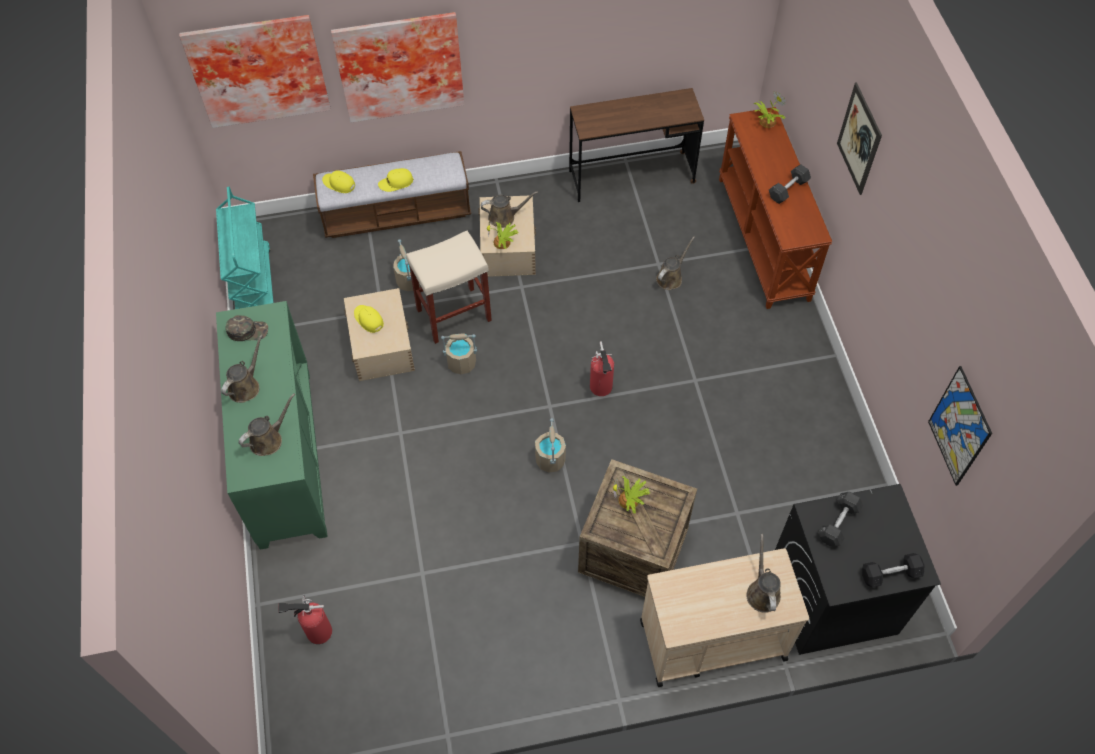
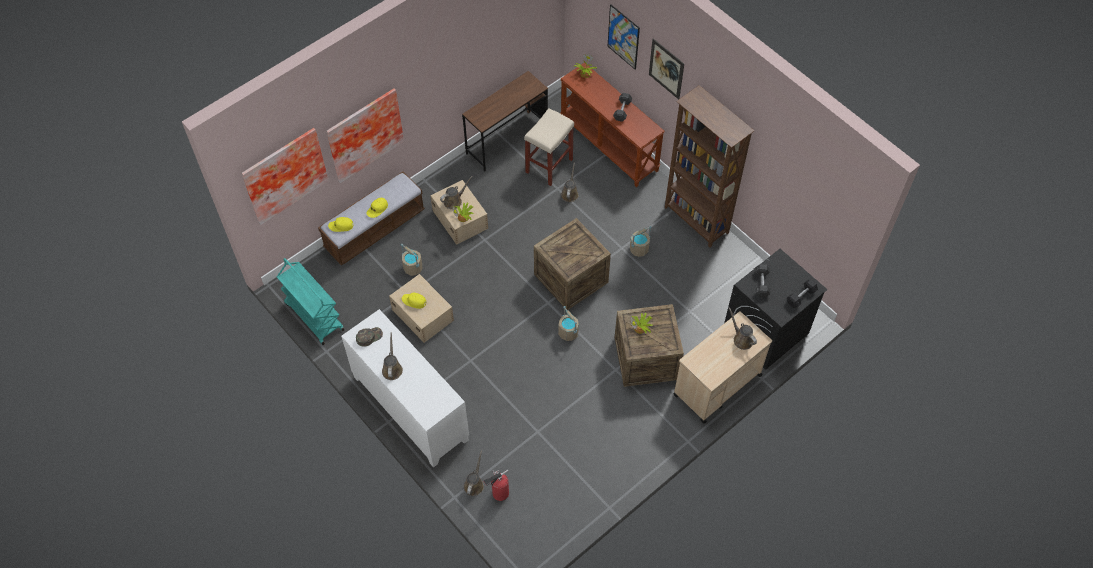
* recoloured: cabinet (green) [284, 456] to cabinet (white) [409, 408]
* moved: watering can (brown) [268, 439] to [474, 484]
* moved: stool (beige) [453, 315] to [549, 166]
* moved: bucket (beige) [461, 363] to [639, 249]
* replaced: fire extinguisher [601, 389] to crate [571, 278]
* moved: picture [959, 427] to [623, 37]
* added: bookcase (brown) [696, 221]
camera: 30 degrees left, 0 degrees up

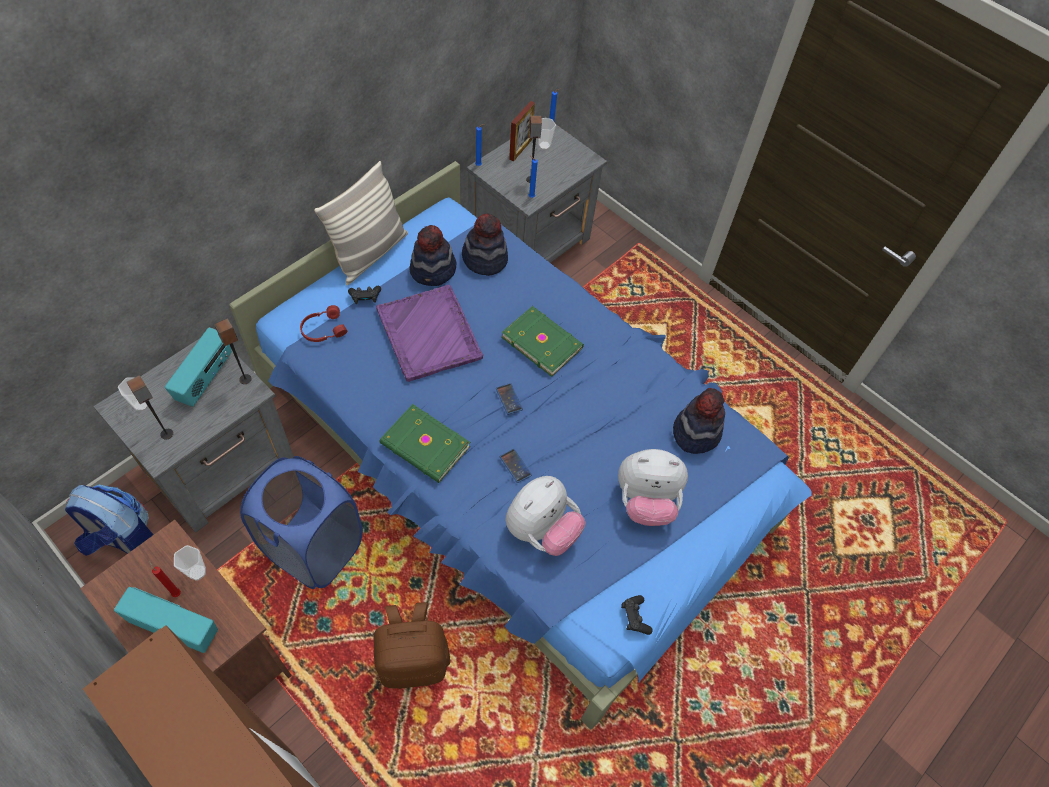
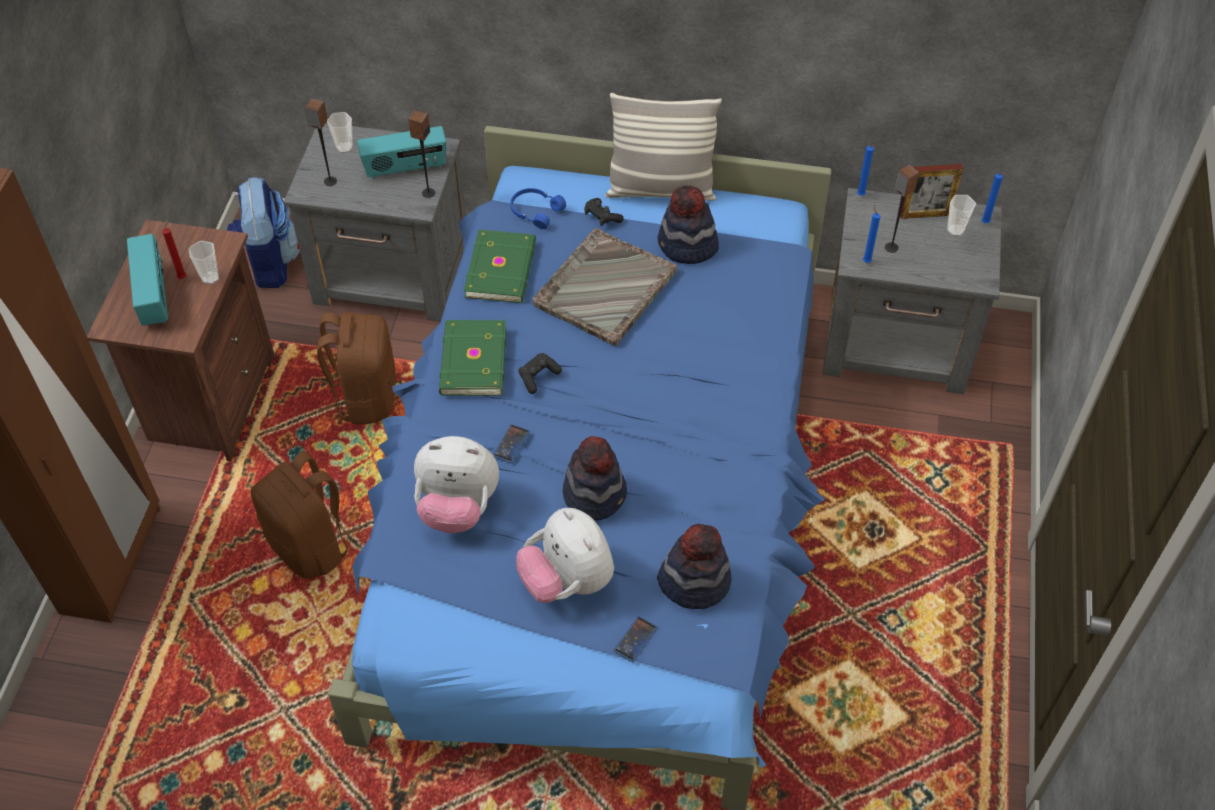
* replaced: laundry basket (blue) [313, 548] to backpack (brown) [364, 396]
* recoloured: headphones (red) [323, 329] to headphones (blue) [535, 211]
* recoloured: tray (purple) [429, 335] to tray (grey) [604, 289]
* moved: hat [485, 259] to [595, 493]
* moved: phone [509, 399] to [635, 639]
* moved: book (green) [542, 341] to [502, 269]
* moved: game controller (black) [635, 617] to [538, 377]
camera: 60 degrees right, 5 degrees down

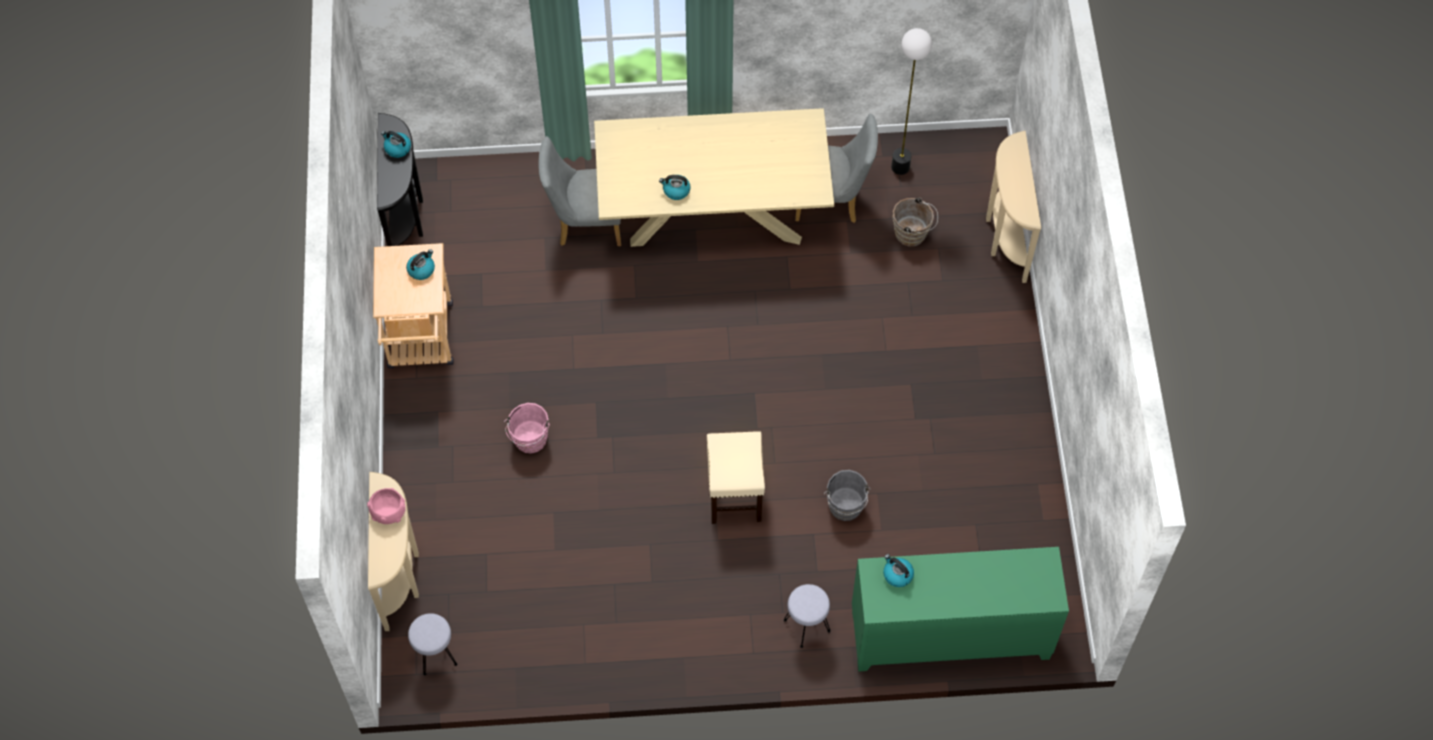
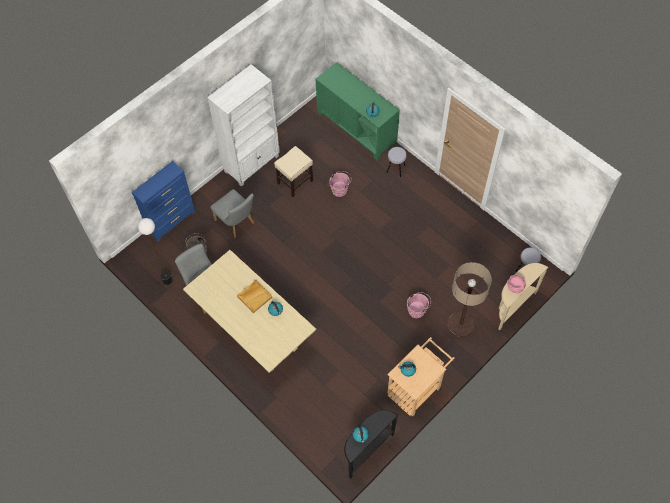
* moved: chair (grey) [584, 223] to [237, 223]
* moved: stool (beige) [735, 496] to [295, 182]
* recoloured: bucket (grey) [845, 508] to bucket (pink) [340, 189]
* replaced: console table (beige) [1004, 237] to dresser (blue) [172, 221]
* added: bookcase (white) [252, 164]
* added: tray (beige) [254, 296]
* added: floor lamp [460, 324]
camera: 130 degrees left, 0 degrees up

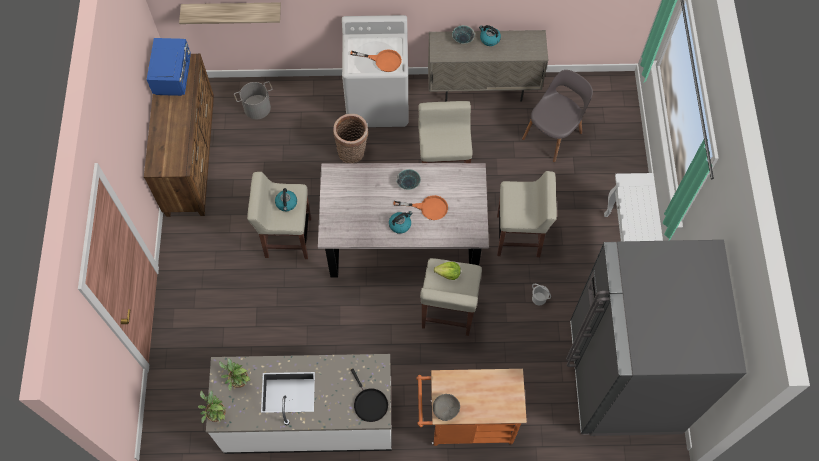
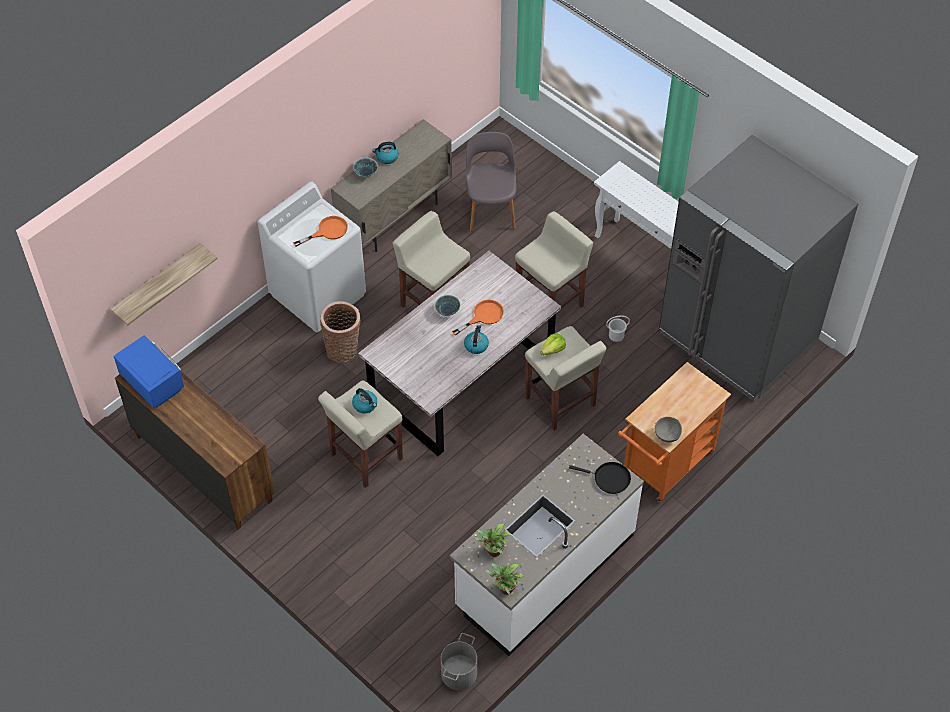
* moved: bucket (grey) [257, 108] to [459, 673]
camera: 45 degrees left, 10 degrees down

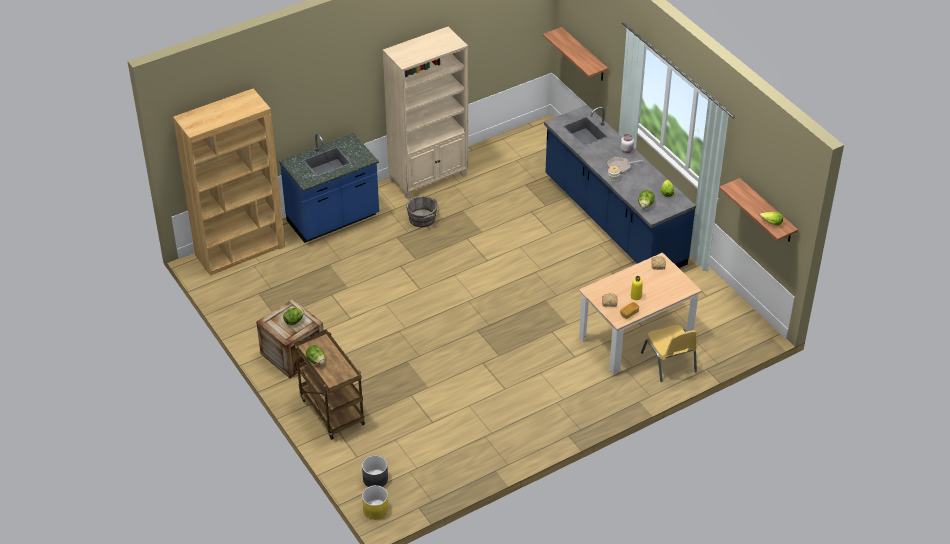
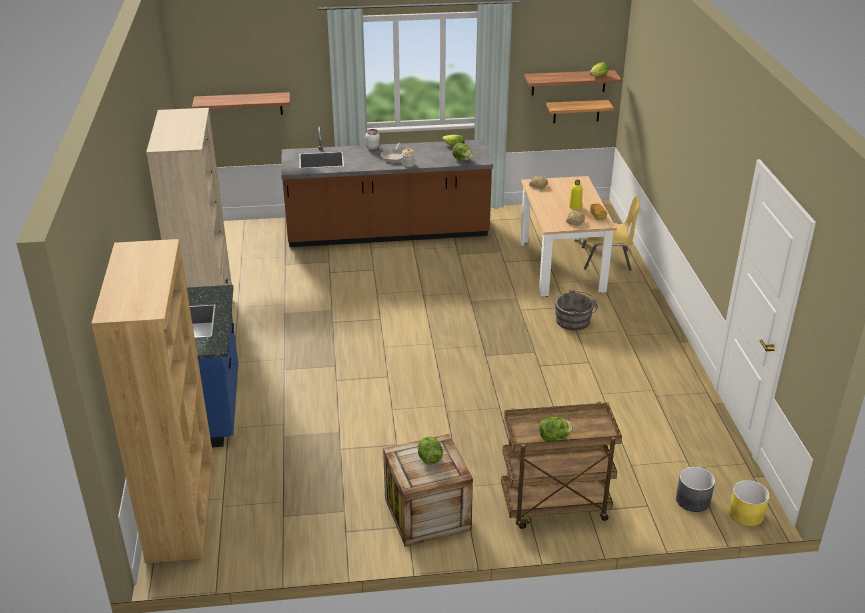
* moved: bucket (grey) [423, 219] to [575, 321]
* recoloured: counter (blue) [613, 221] to counter (brown) [388, 233]
* added: shelf [576, 111]
camera: 65 degrees left, 10 degrees down

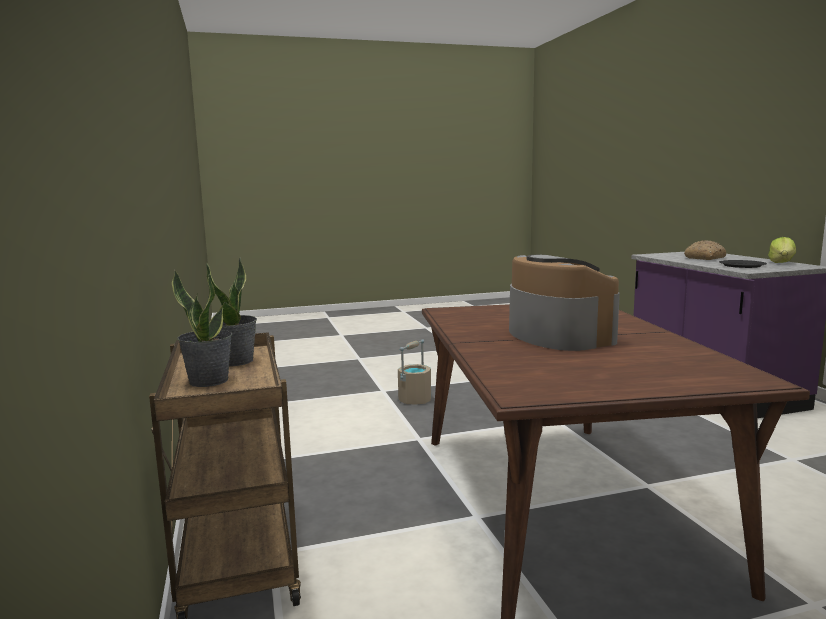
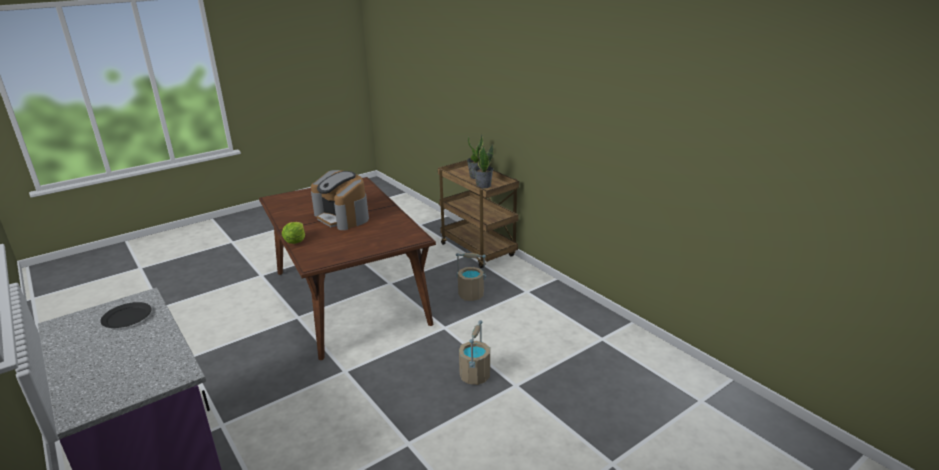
* removed: bread [704, 258]
* moved: lettuce [781, 262] to [295, 241]
* added: bucket (beige) [471, 295]
camera: 160 degrees right, 15 degrees up

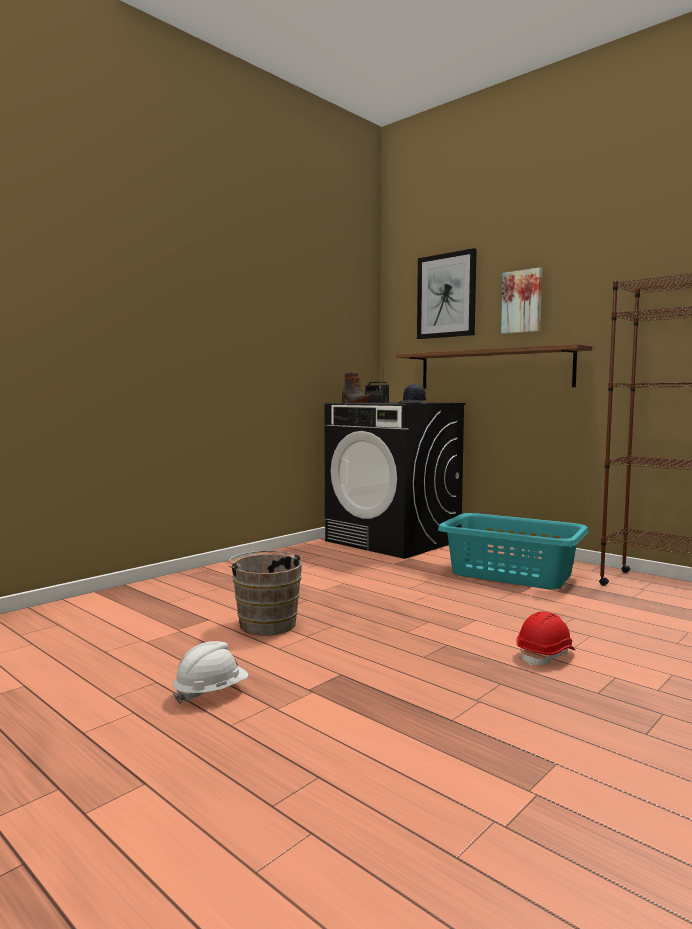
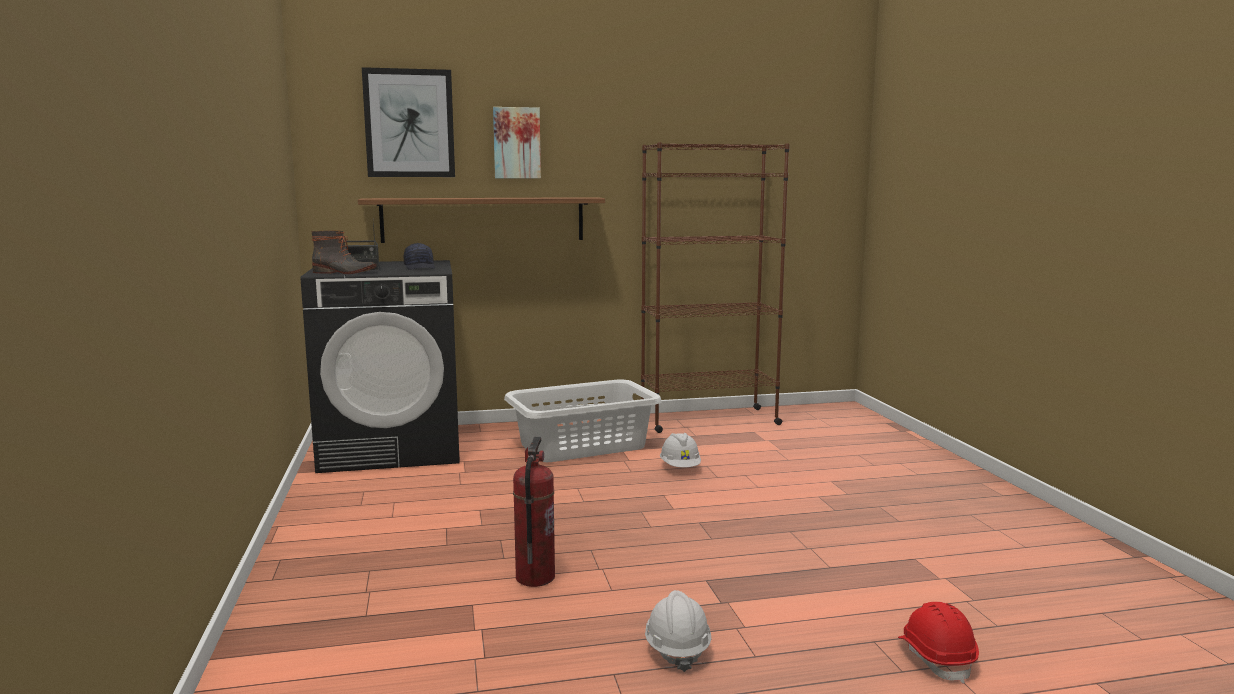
* replaced: bucket (brown) [266, 623] to fire extinguisher [534, 577]
* recoloured: laundry basket (turquoise) [511, 574] to laundry basket (white) [583, 446]
* moved: hard hat (red) [546, 655] to [936, 658]
* added: hard hat (white) [680, 467]
camera: 55 degrees left, 5 degrees up

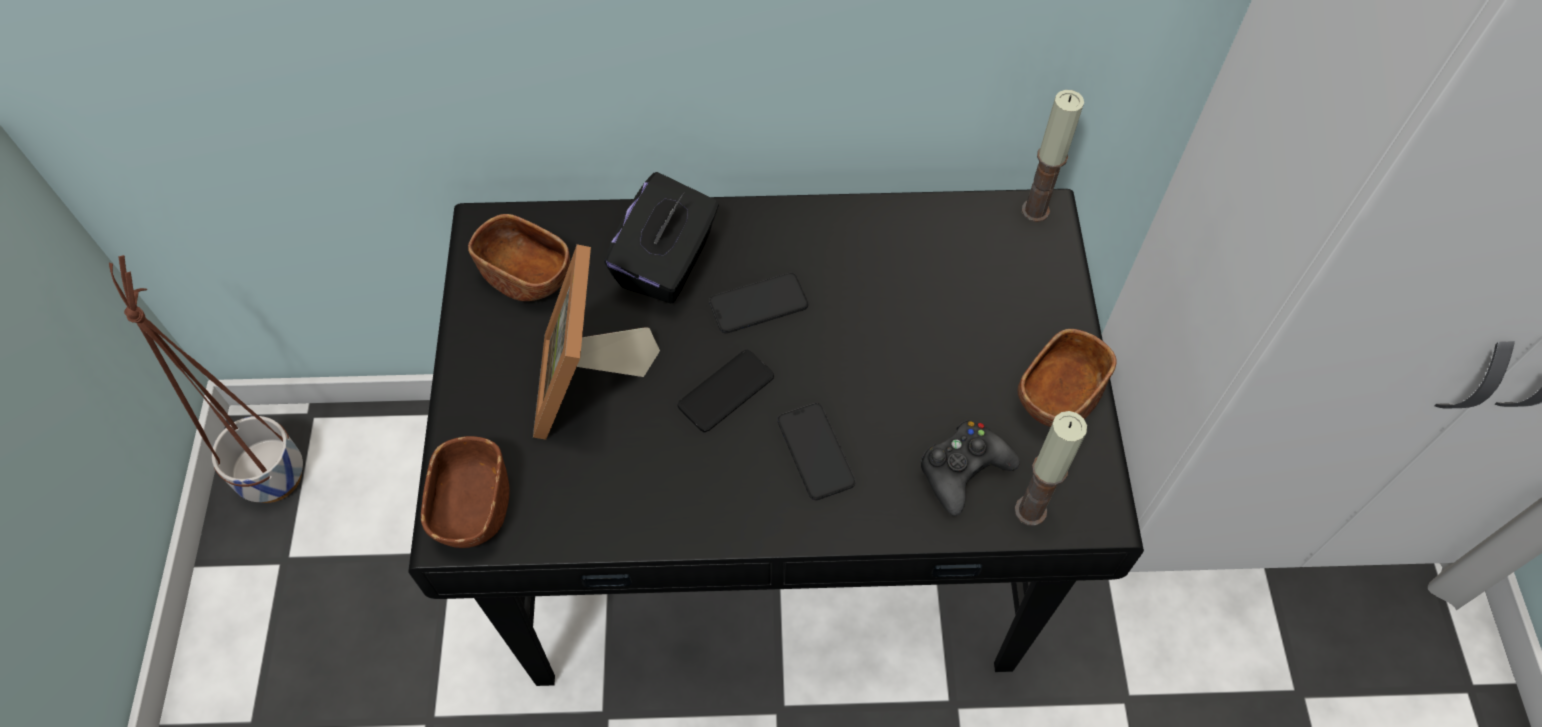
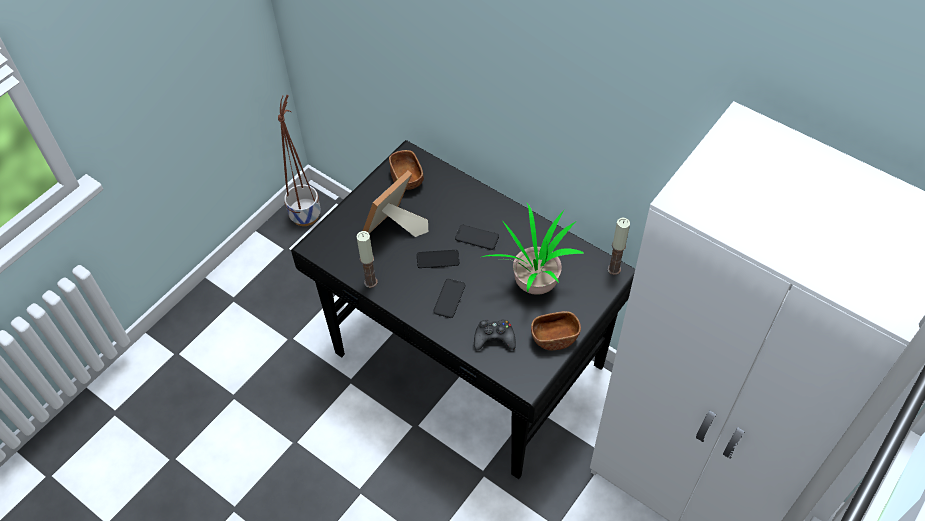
* removed: bowl (brown) [472, 508]
* removed: tissue box (black) [667, 262]
* moved: candle [1030, 511] to [370, 282]
* added: potted plant [534, 281]
camera: 40 degrees right, 5 degrees down

